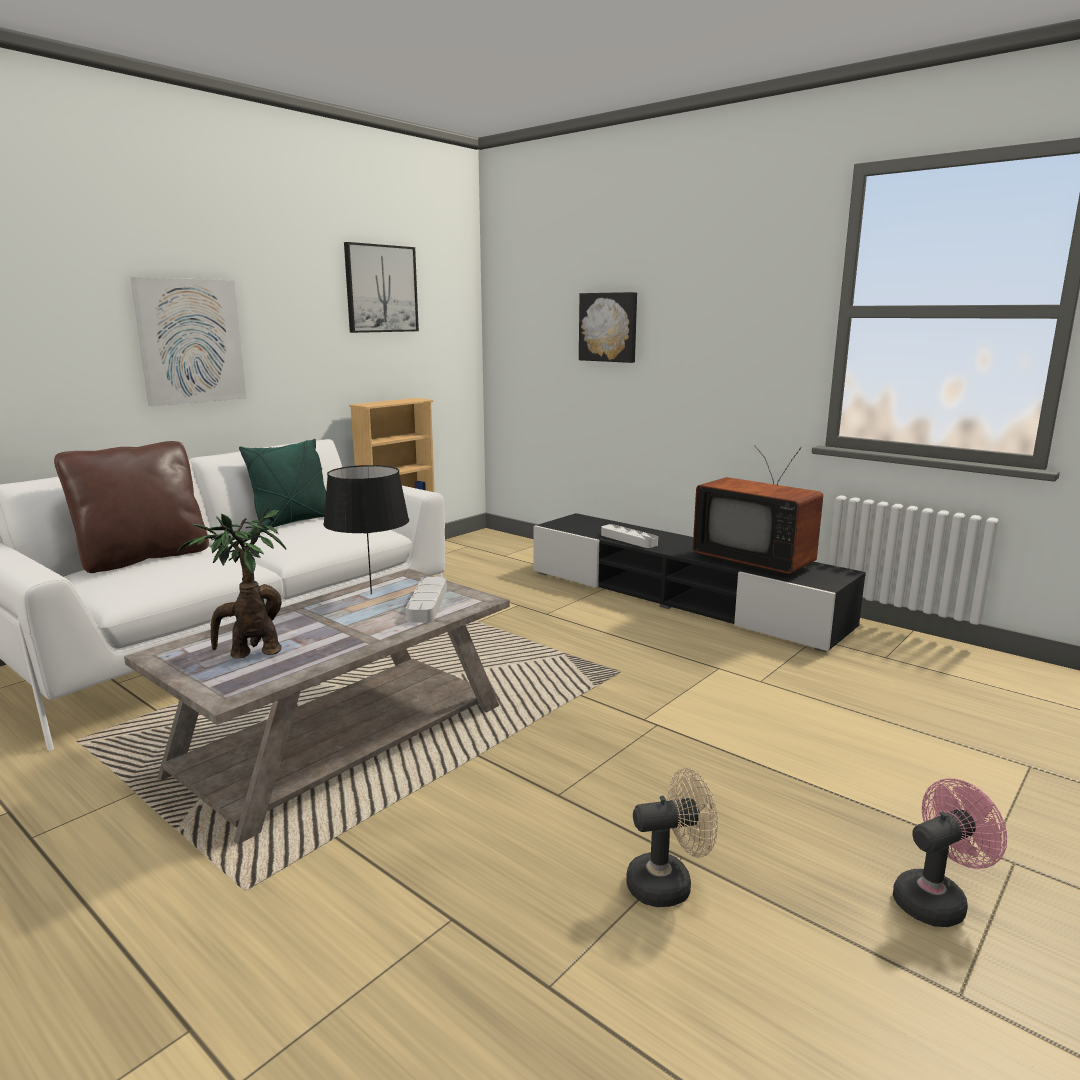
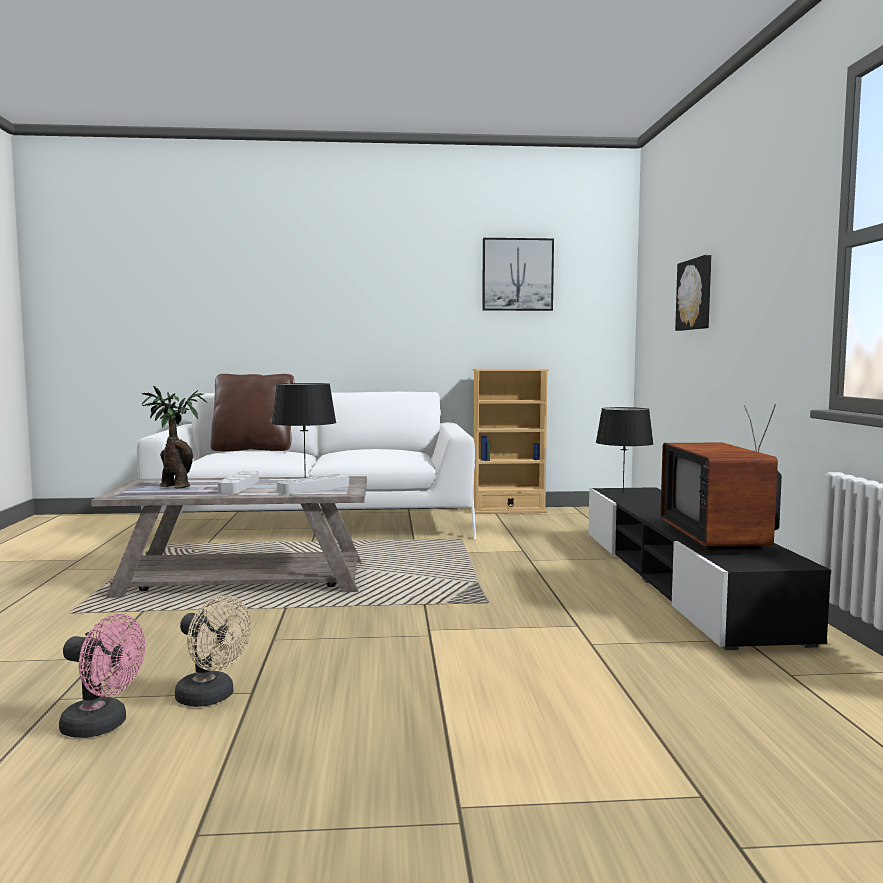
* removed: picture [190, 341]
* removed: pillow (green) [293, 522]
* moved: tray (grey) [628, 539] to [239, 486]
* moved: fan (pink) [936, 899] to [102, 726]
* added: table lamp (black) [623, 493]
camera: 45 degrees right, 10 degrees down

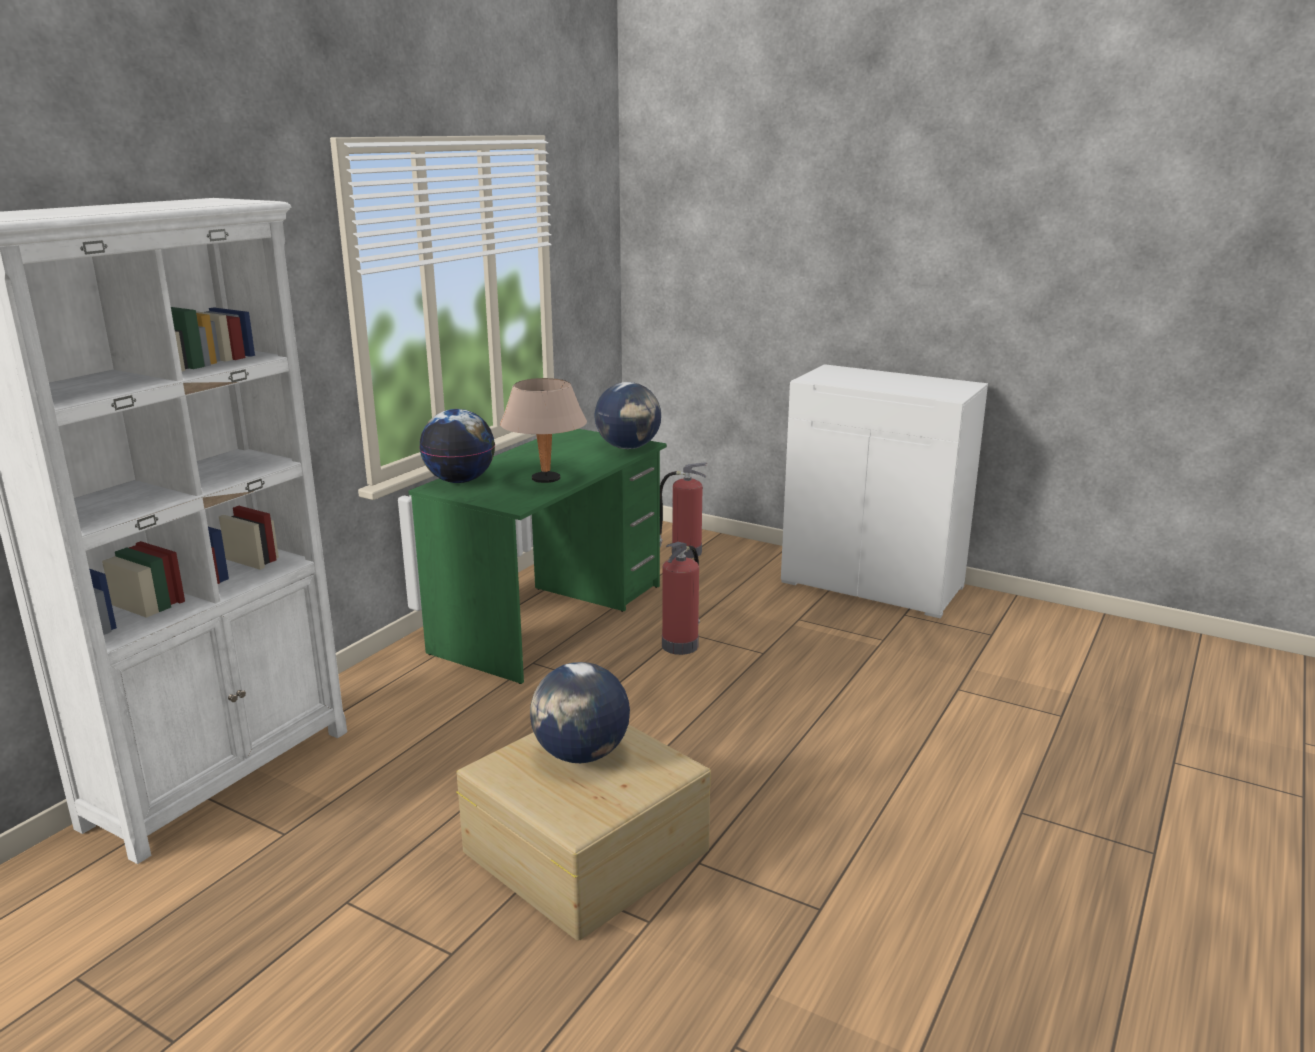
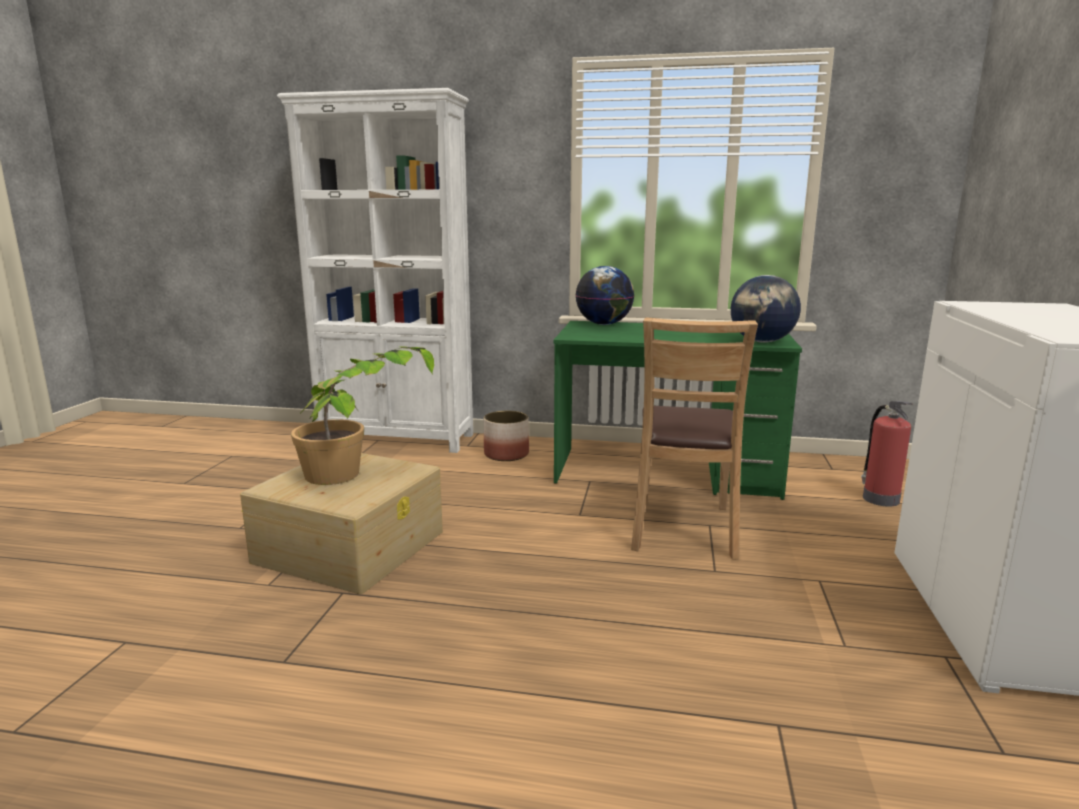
* removed: table lamp (beige) [545, 479]
* replaced: globe [580, 754] to potted plant [361, 474]
* replaced: fire extinguisher [681, 645] to chair (brown) [683, 528]
* added: planter [506, 454]
camera: 70 degrees right, 5 degrees down

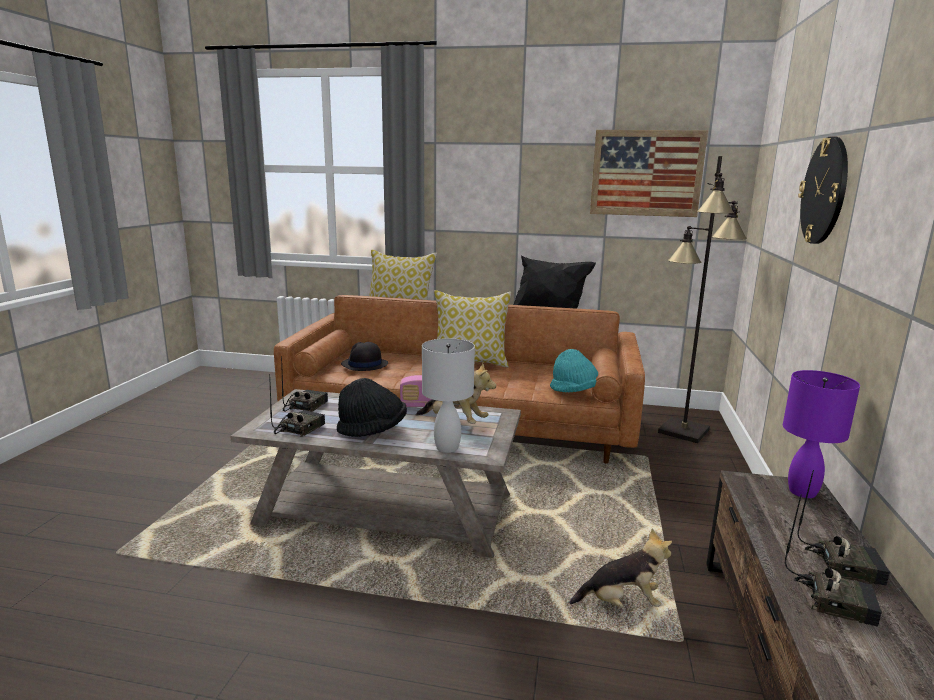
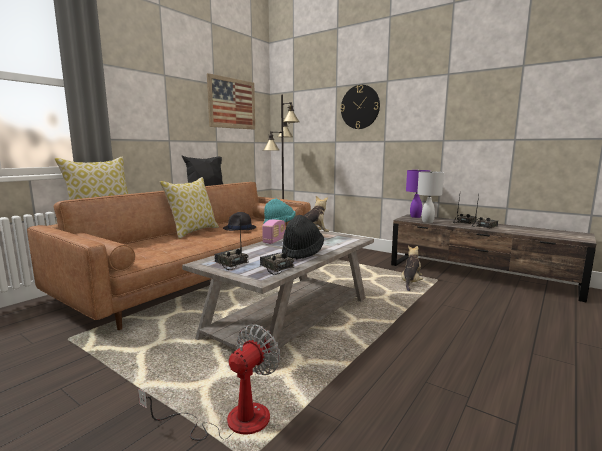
* moved: hat (black) [364, 365] to [239, 228]
* moved: table lamp (white) [446, 447] to [427, 222]
* added: fan [231, 421]
camera: 65 degrees left, 5 degrees down

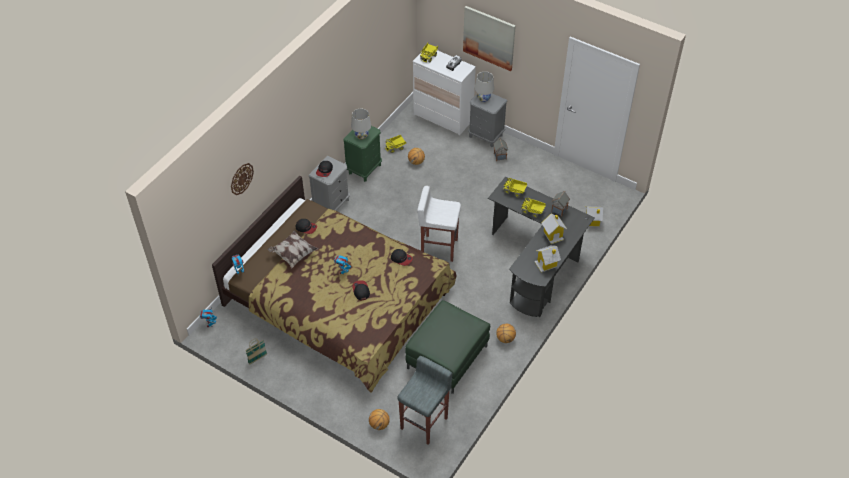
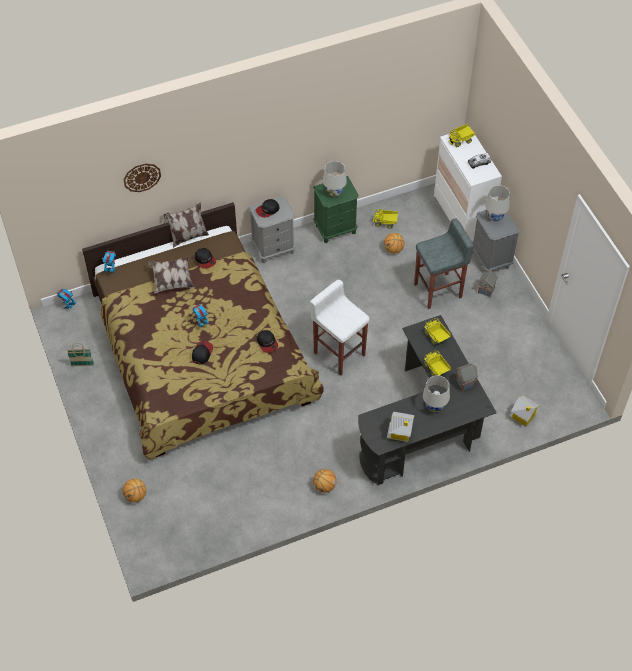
* moved: stool (grey) [425, 423] to [439, 291]
* removed: ottoman (green) [447, 357]
* removed: picture [489, 37]
* replaced: toy house [553, 235] to table lamp (white) [434, 406]
* added: pillow [188, 237]
camera: 35 degrees right, 5 degrees up

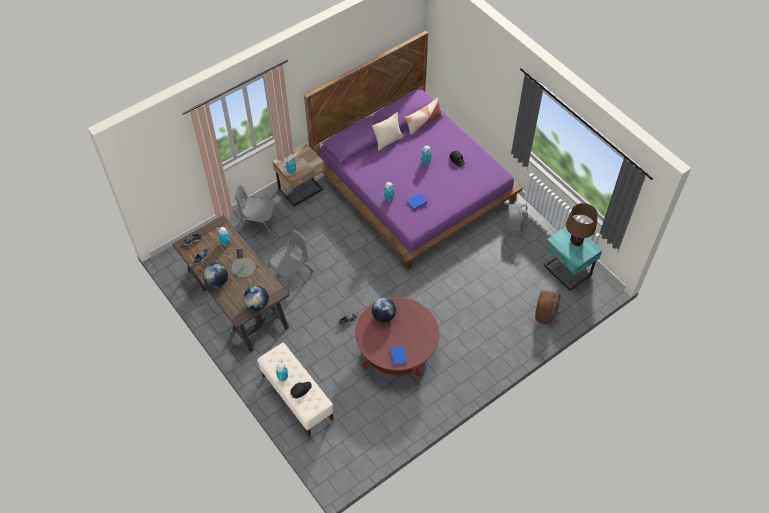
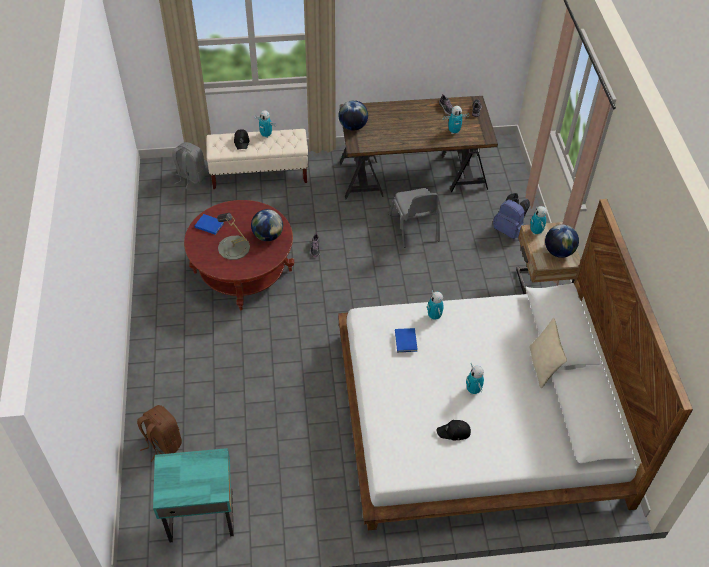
* moved: globe [217, 282] to [558, 252]
* moved: table lamp (grey) [243, 267] to [233, 247]
* replaced: chair (grey) [259, 223] to backpack (blue) [509, 230]
* recoloured: bed (purple) [414, 185] to bed (white) [477, 414]
* removed: pillow [423, 123]
* moved: backpack (grey) [514, 227] to [190, 177]
* removed: table lamp (brown) [576, 241]
camera: 120 degrees right, 5 degrees down

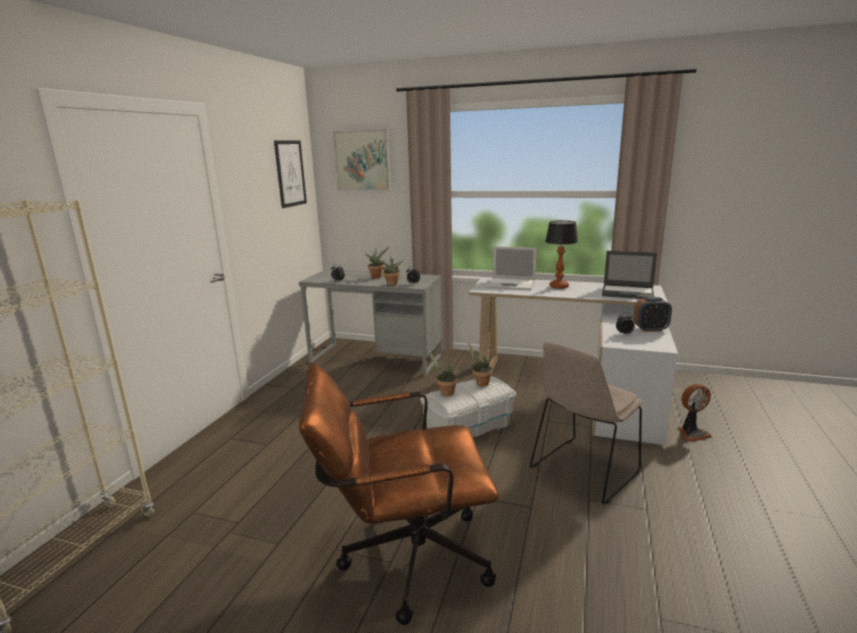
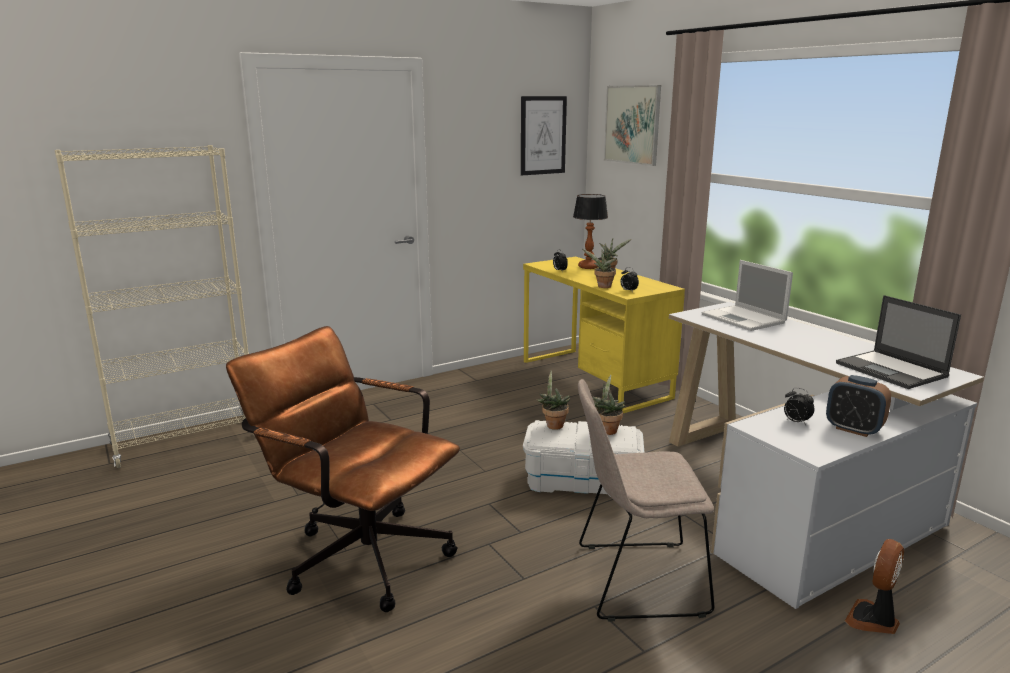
* recoloured: desk (grey) [376, 358] to desk (yellow) [594, 379]
* moved: table lamp [559, 286] to [588, 267]
* turned: fan [691, 433] = [873, 620] 105 degrees clockwise
camera: 40 degrees right, 0 degrees up

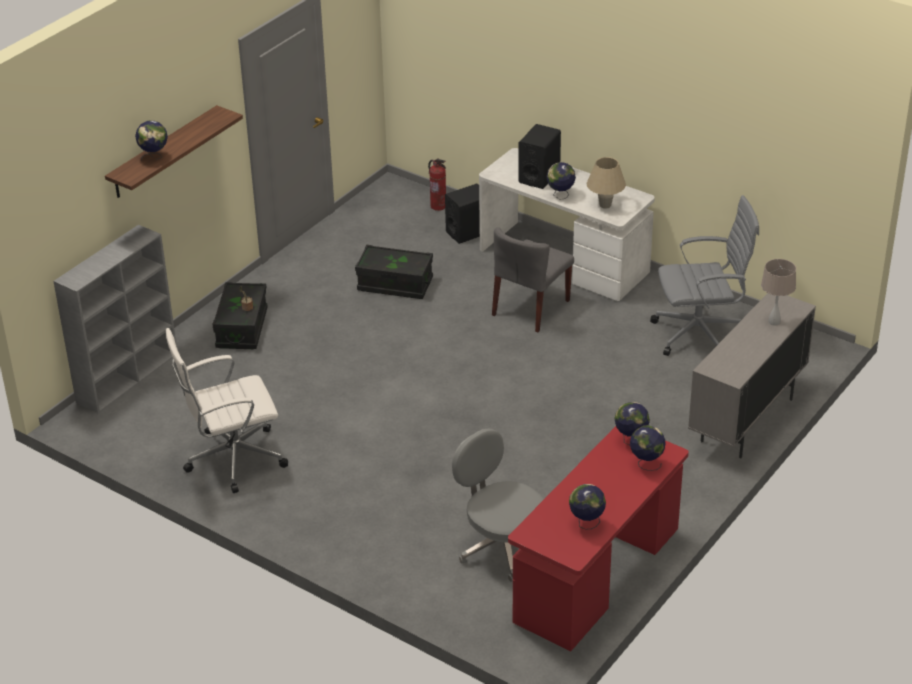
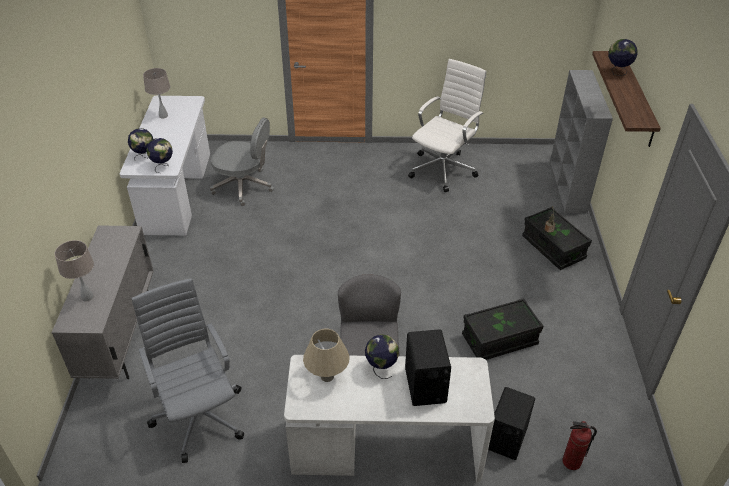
* recoloured: desk (red) [597, 576] to desk (white) [177, 192]
* replaced: globe [586, 523] to table lamp (beige) [163, 115]
* turned: office chair (grey) [700, 334] = [199, 415] 105 degrees clockwise
camera: 145 degrees right, 5 degrees up

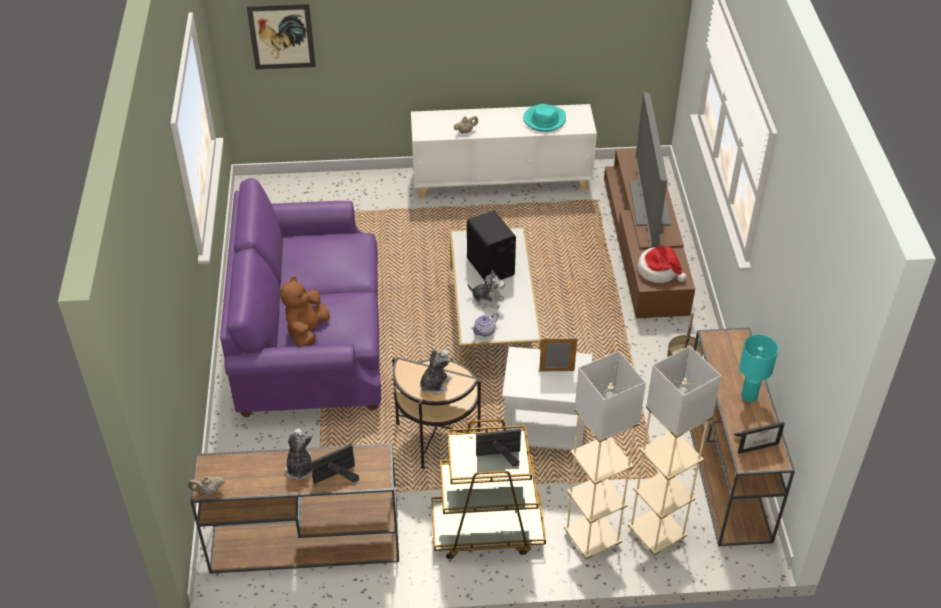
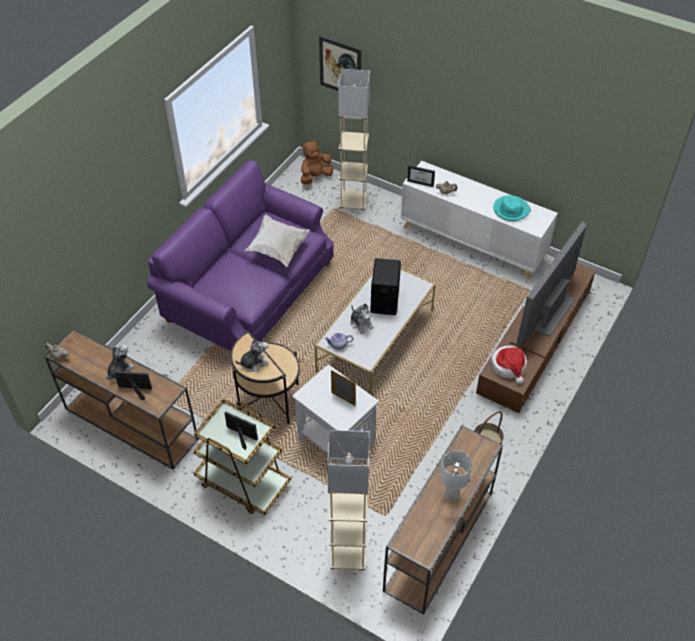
* moved: plush toy (brown) [307, 331] to [315, 177]
* moved: floor lamp (beige) [592, 538] to [353, 203]
* moved: picture frame [757, 444] to [421, 182]
* recoloured: table lamp (turquoise) [748, 395] to table lamp (white) [451, 495]
* added: pillow (white) [278, 250]
camera: 35 degrees right, 5 degrees up

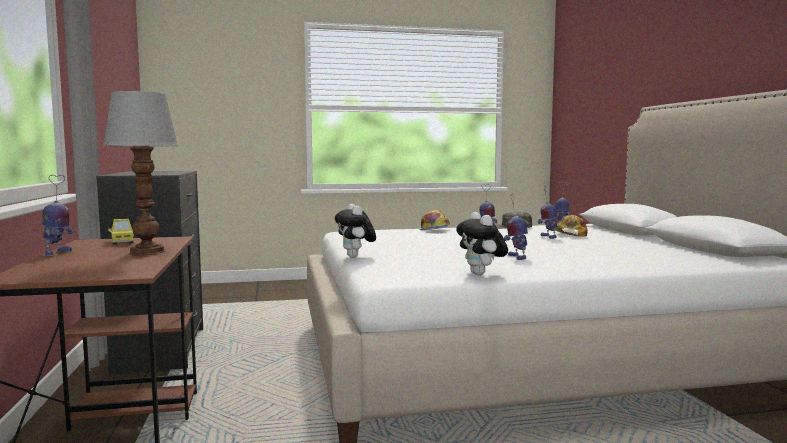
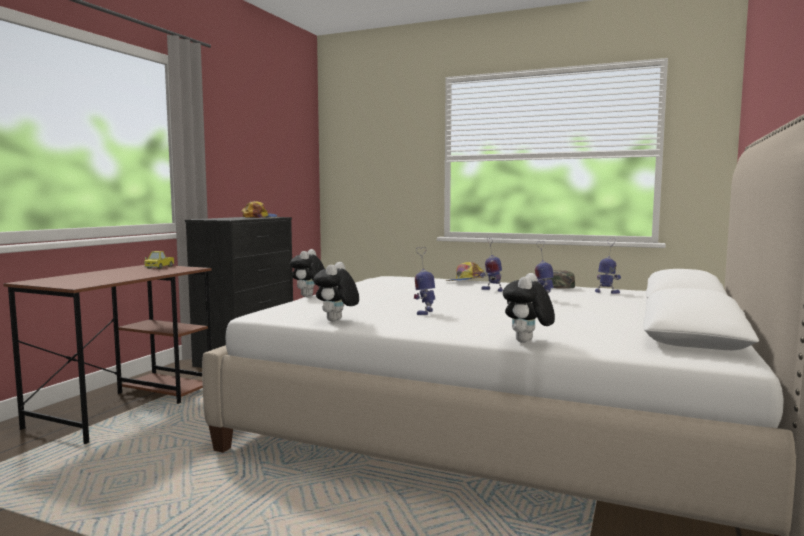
* removed: toy robot [57, 253]
* removed: table lamp [146, 252]
* moved: cap [571, 234] to [259, 217]
* added: plush toy [527, 342]
camera: 35 degrees right, 0 degrees up

